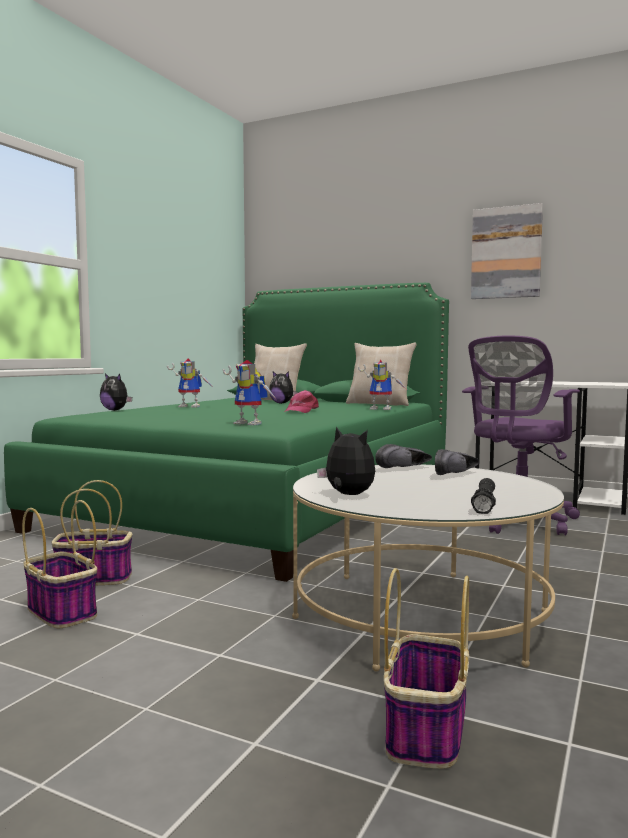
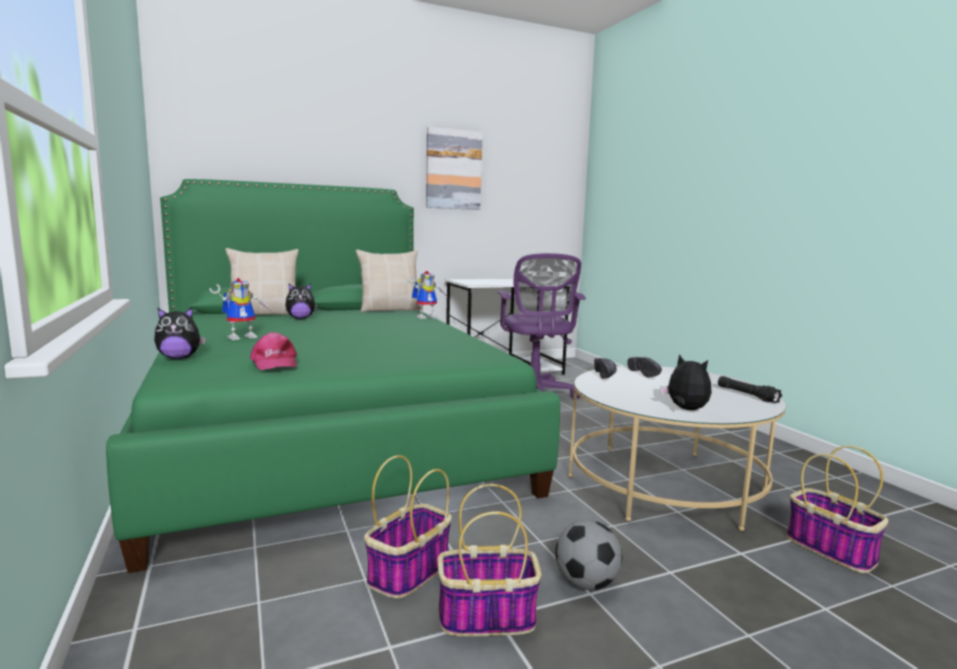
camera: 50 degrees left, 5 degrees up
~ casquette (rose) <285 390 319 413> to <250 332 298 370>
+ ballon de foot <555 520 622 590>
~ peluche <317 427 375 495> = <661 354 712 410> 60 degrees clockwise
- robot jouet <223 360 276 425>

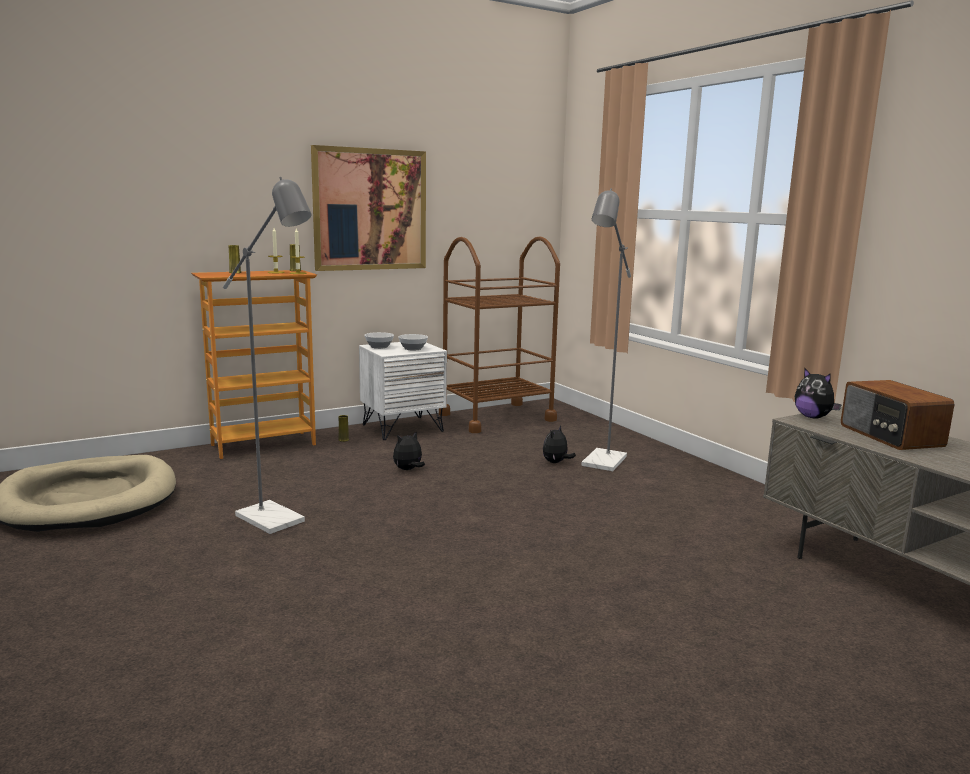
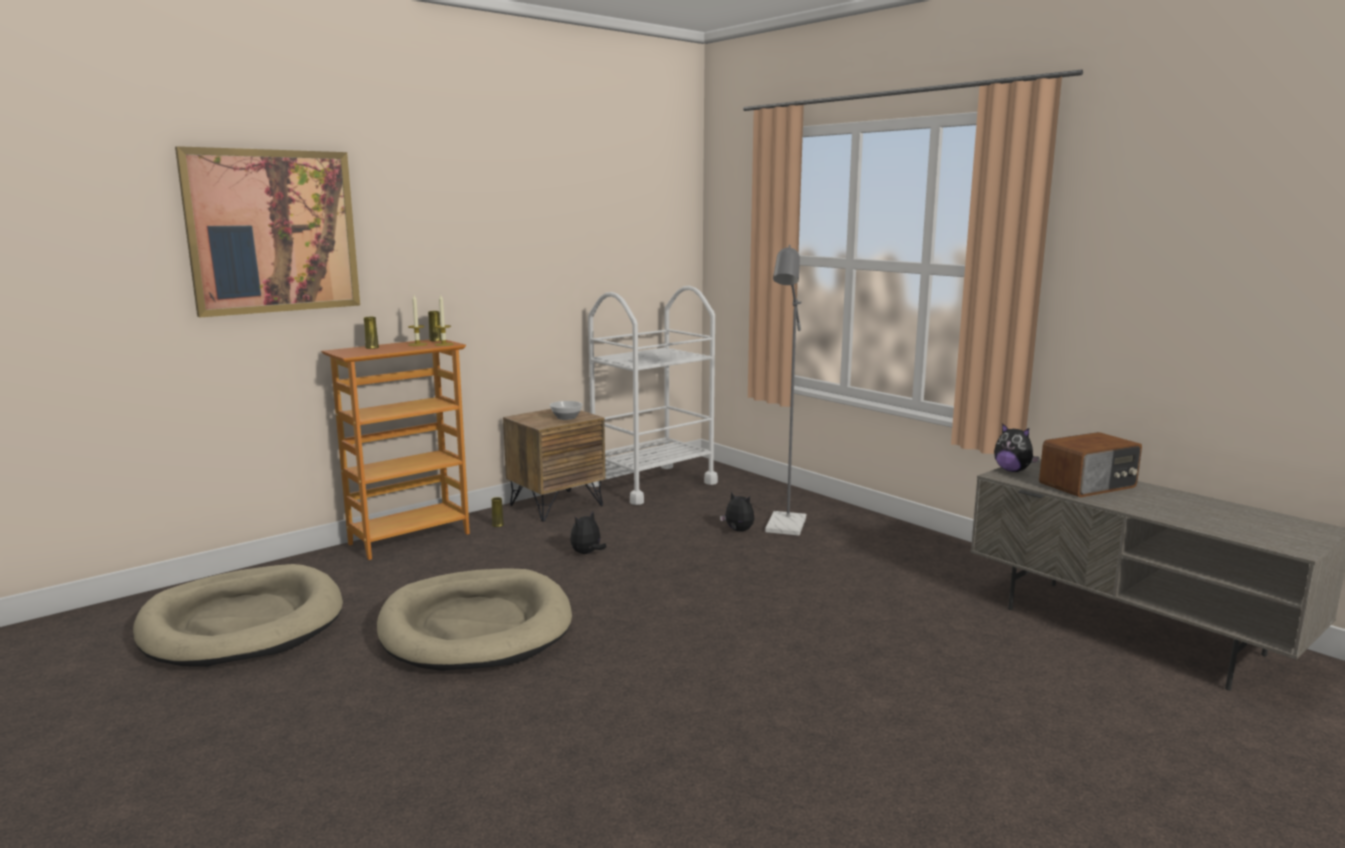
camera: 10 degrees left, 0 degrees up
~ tableau <311 145 426 271> to <175 146 360 317>
~ lampadaire (gris) <223 177 312 534> to panier pour chien (beige) <377 568 572 671>
~ table de chevet (blanc) <359 342 447 440> to table de chevet (marron) <503 409 606 521>
~ chariot (marron) <439 236 560 433> to chariot (blanc) <588 286 718 505>
~ peluche <543 425 576 463> = <720 492 754 532> 105 degrees clockwise
~ radio <841 380 955 450> = <1039 432 1142 497> 90 degrees counterclockwise
- bol <364 332 394 349>

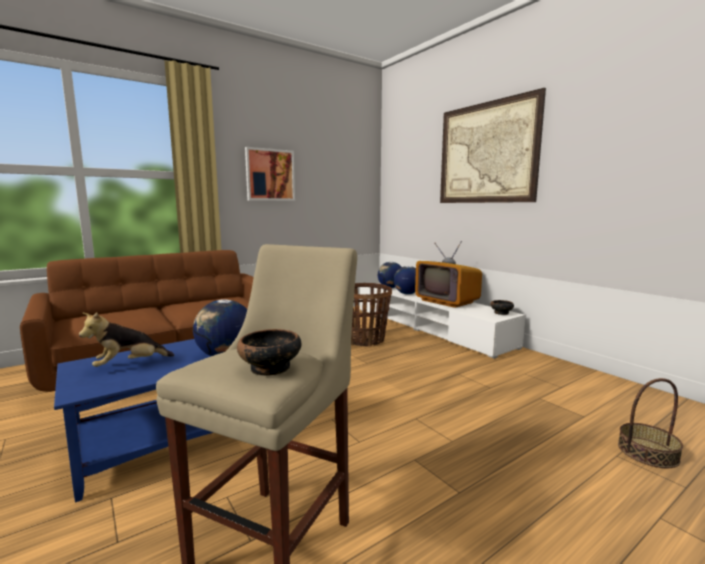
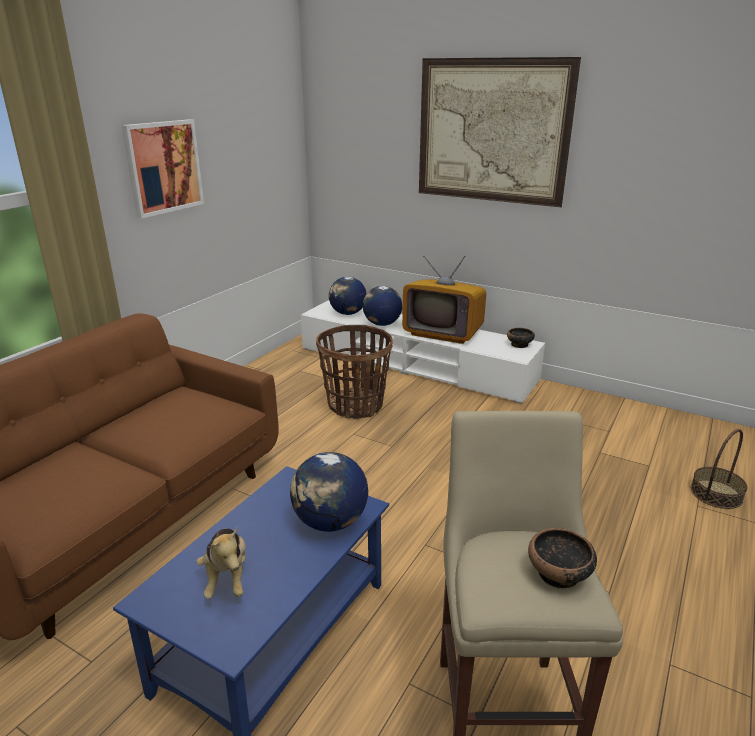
camera: 25 degrees left, 15 degrees up
~ peluche <79 312 174 367> = <196 528 246 599> 45 degrees counterclockwise

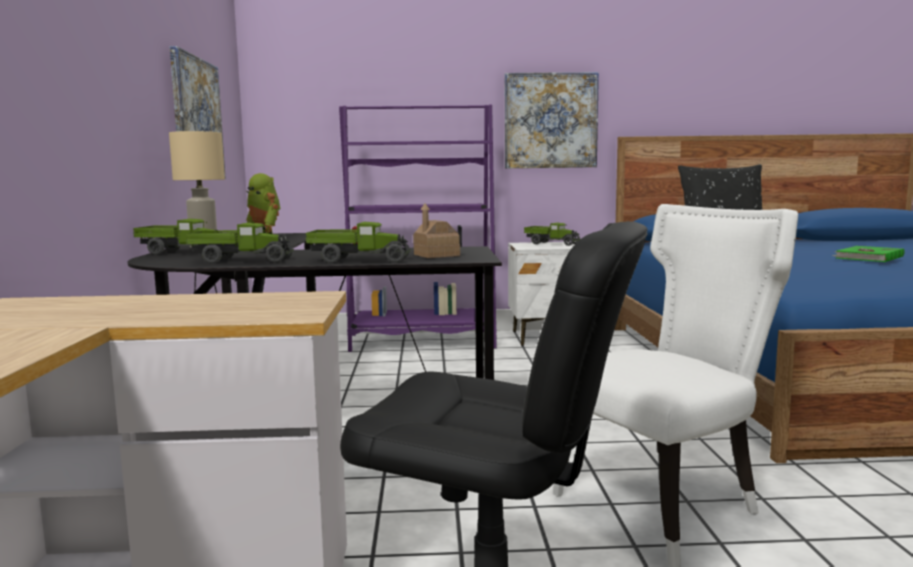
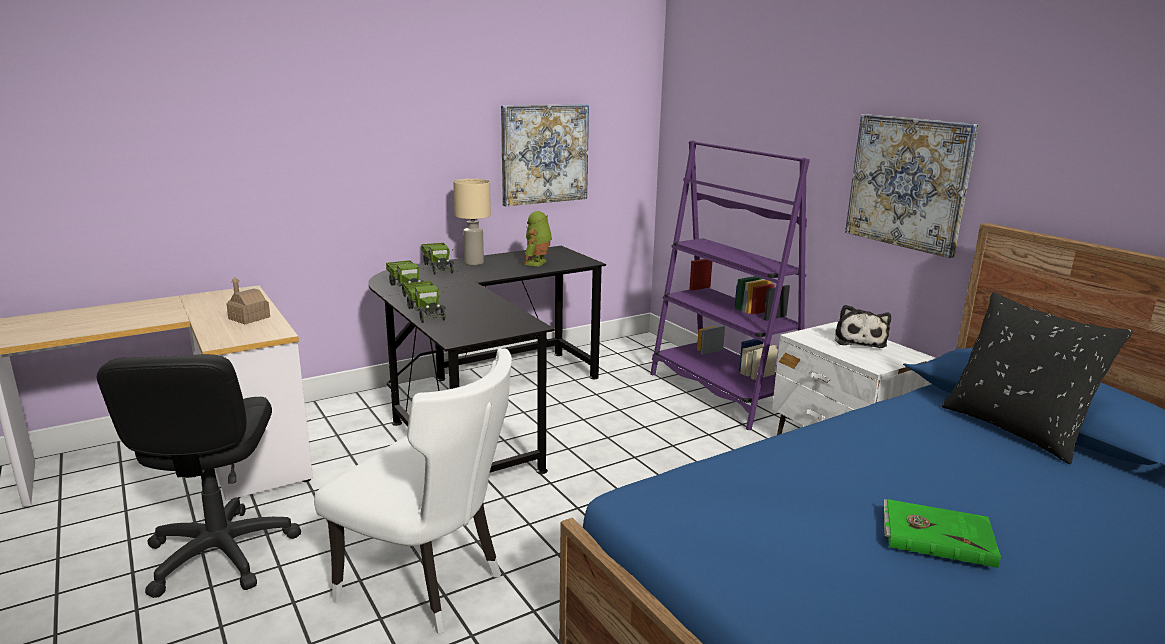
camera: 60 degrees right, 10 degrees up
~ maison miniature <413 204 460 258> to <227 277 270 324>
~ camion jouet <524 223 580 246> to peluche <835 305 891 348>

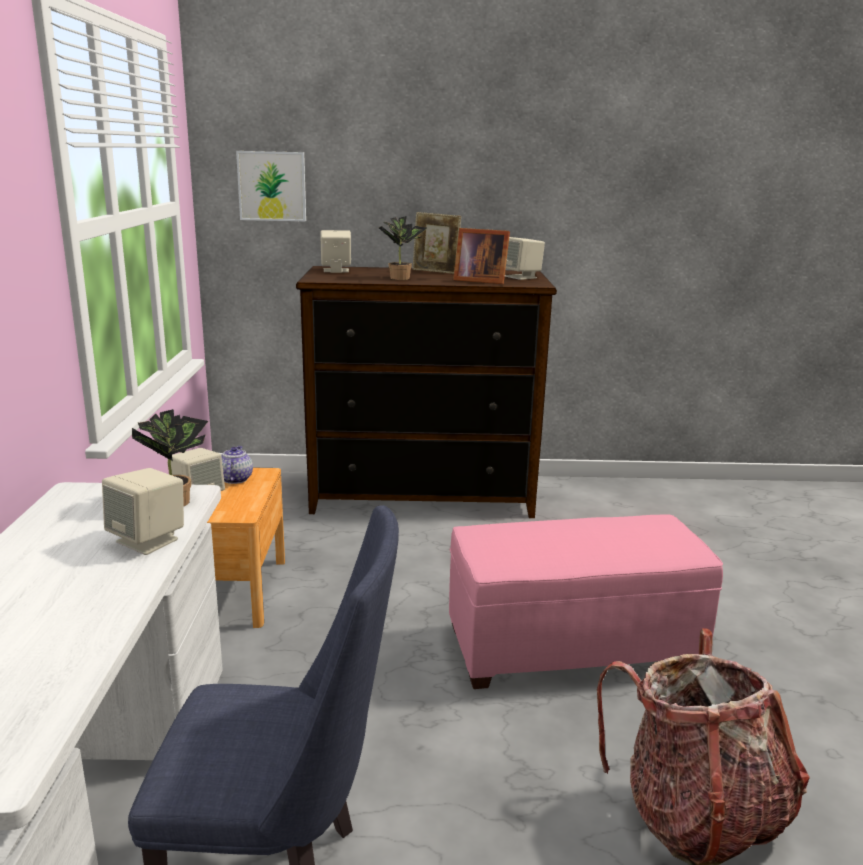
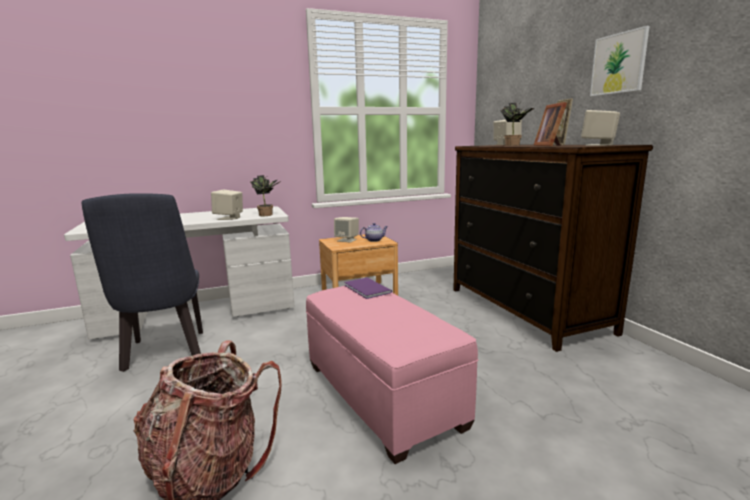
camera: 70 degrees right, 5 degrees down
+ livre (violet) <344 278 392 299>
~ tableau <236 151 306 222> to <590 26 650 96>

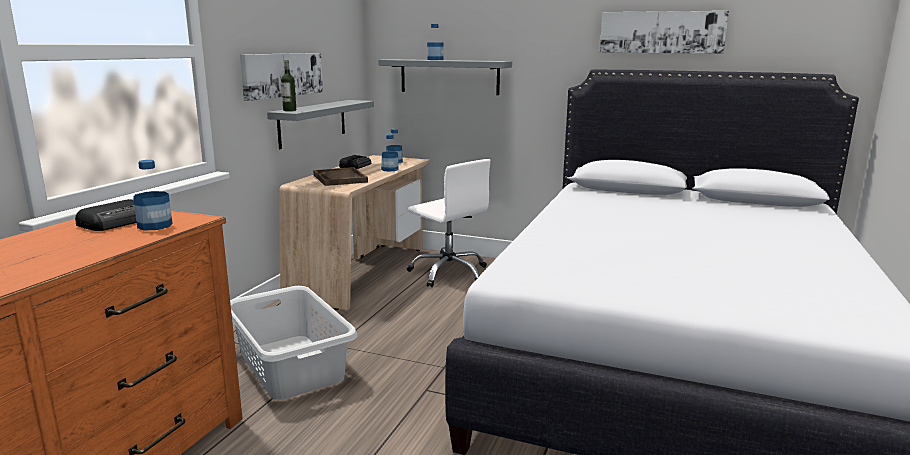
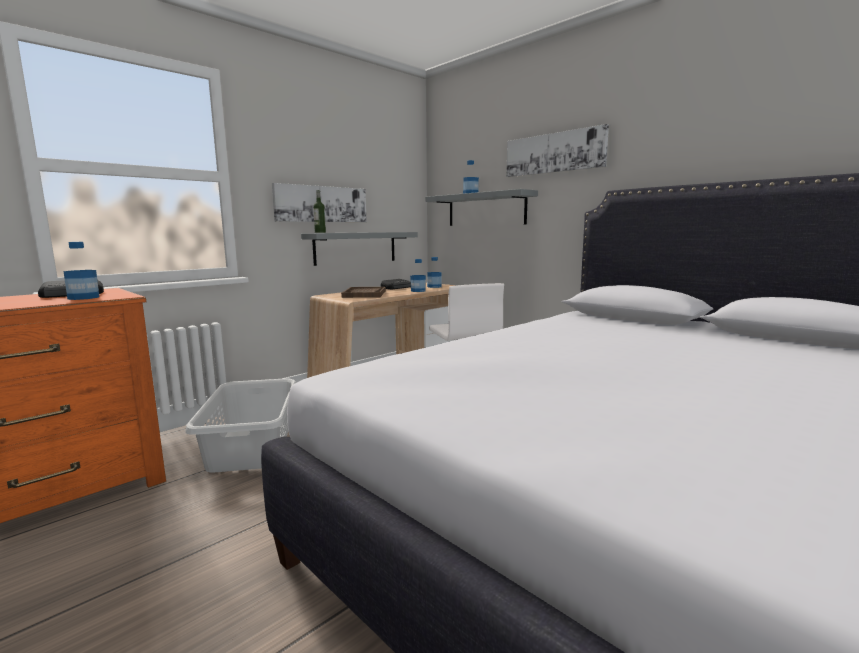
camera: 25 degrees right, 5 degrees down
~ tableau <600 11 729 54> to <506 124 609 177>

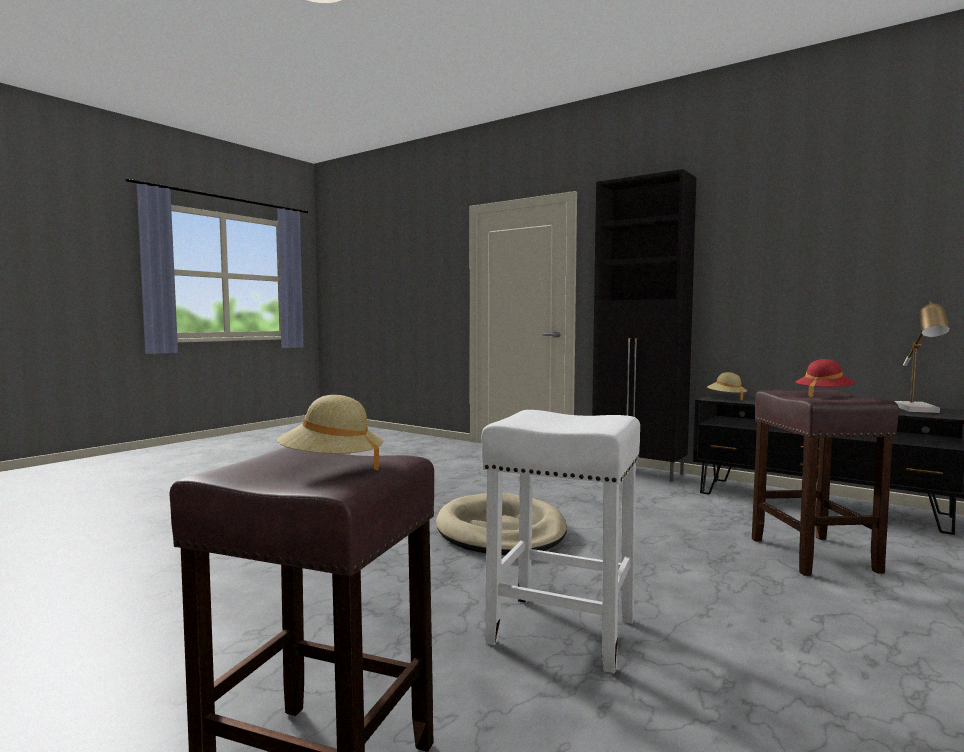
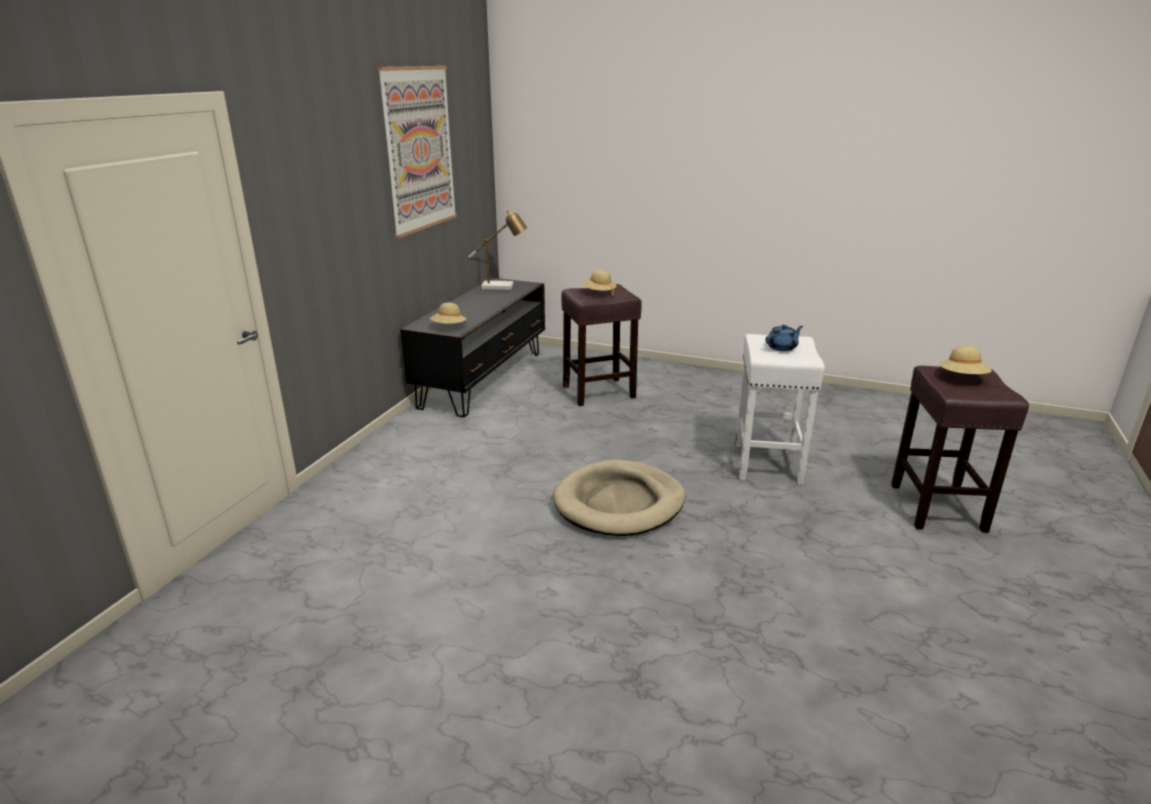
camera: 105 degrees left, 20 degrees up
+ tableau <377 66 457 238>
~ chapeau (rouge) <796 359 855 397> to chapeau (beige) <582 269 616 296>
+ théière (bleu) <765 325 803 351>
- meuble de rangement (noir) <592 169 696 482>

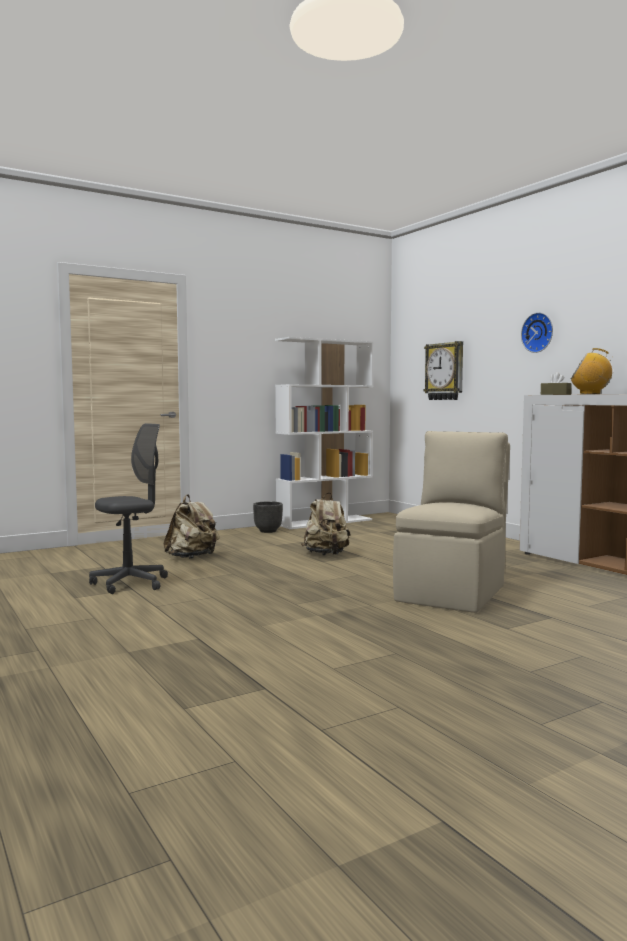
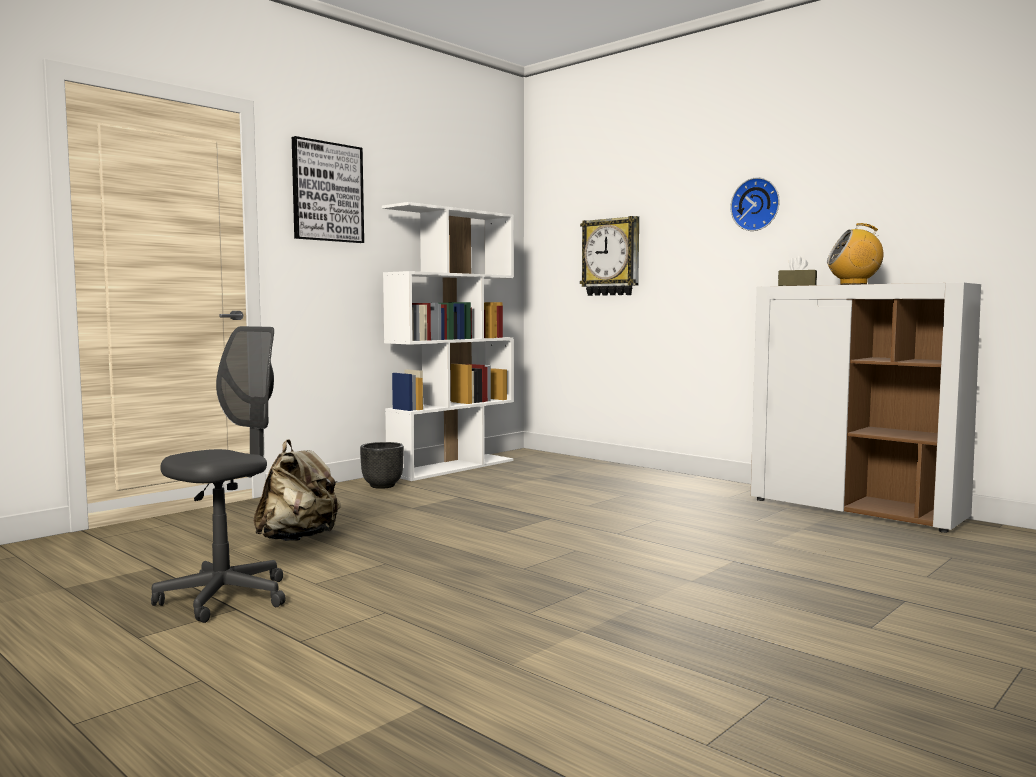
camera: 15 degrees left, 0 degrees up
+ tableau <292 136 364 243>
- sac à dos (beige) <301 492 351 555>
- chaise (beige) <393 431 510 613>

